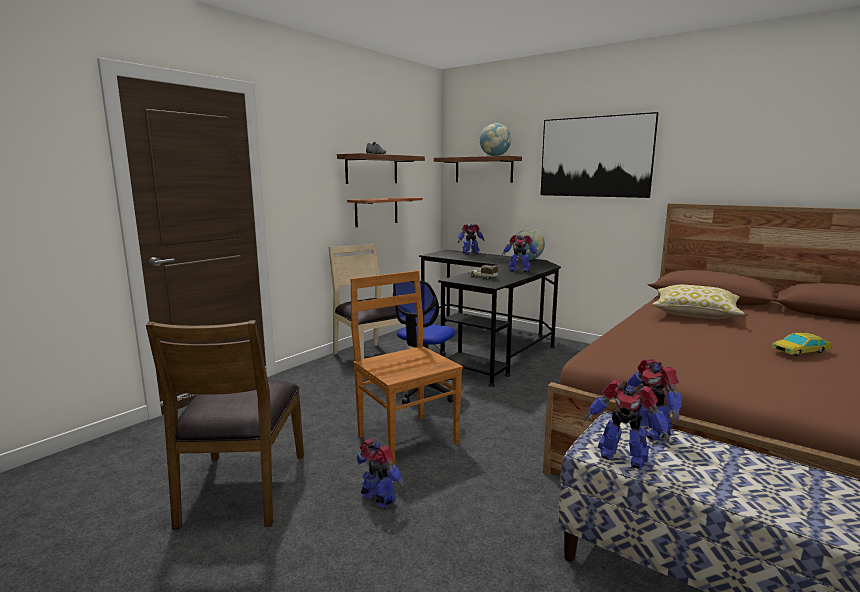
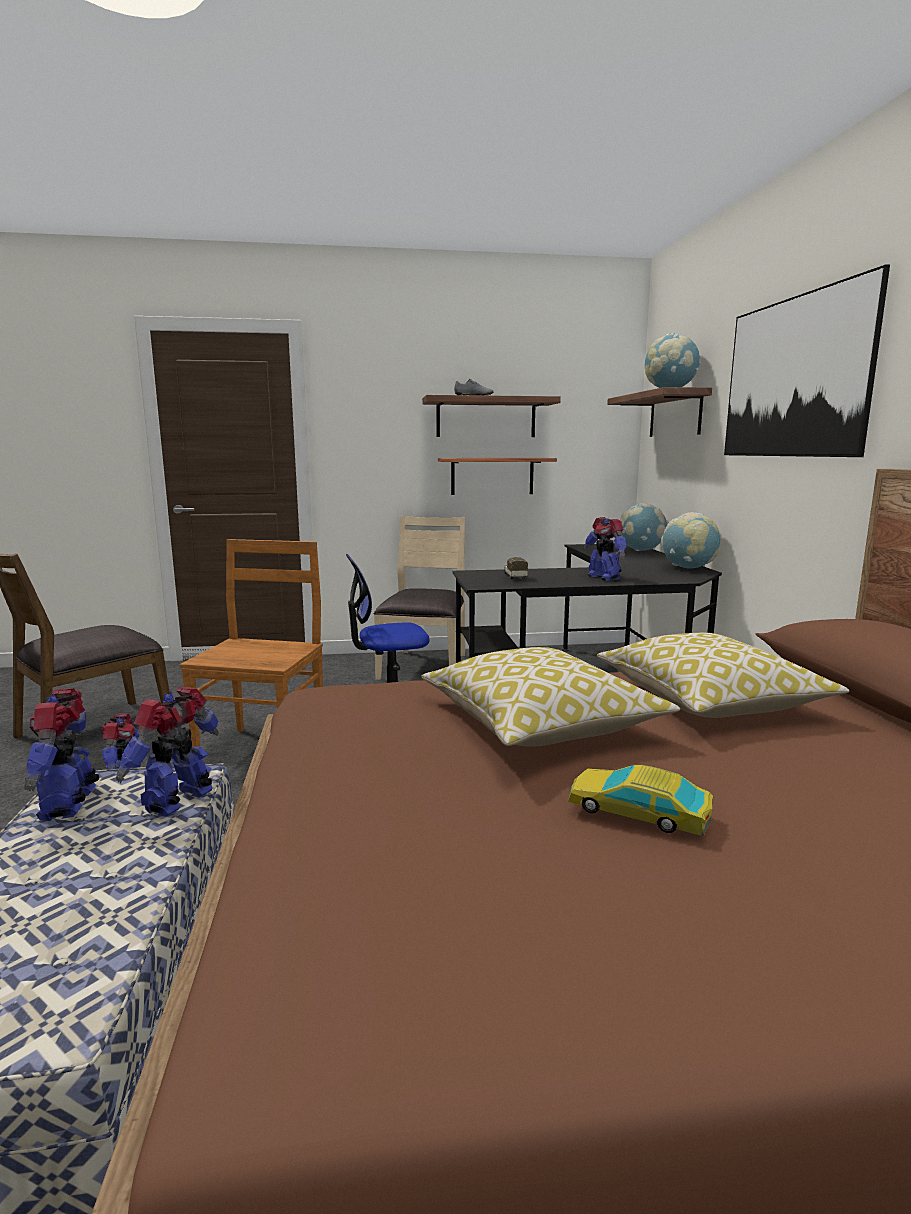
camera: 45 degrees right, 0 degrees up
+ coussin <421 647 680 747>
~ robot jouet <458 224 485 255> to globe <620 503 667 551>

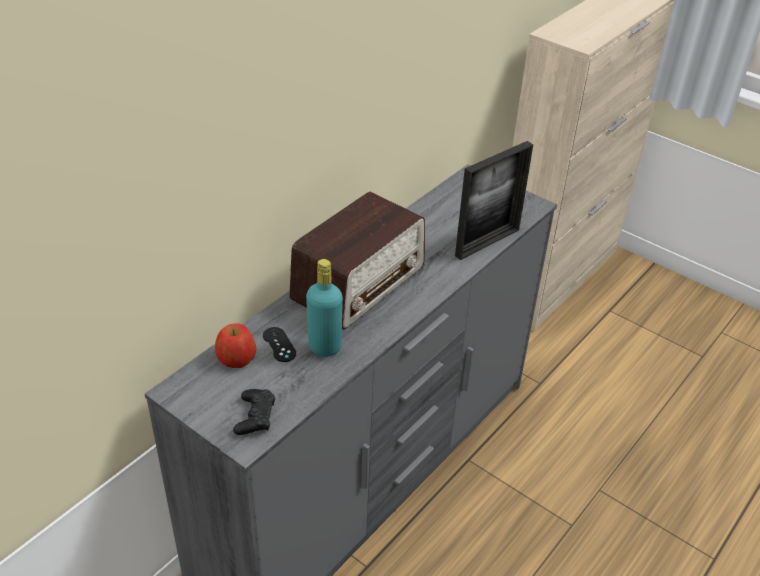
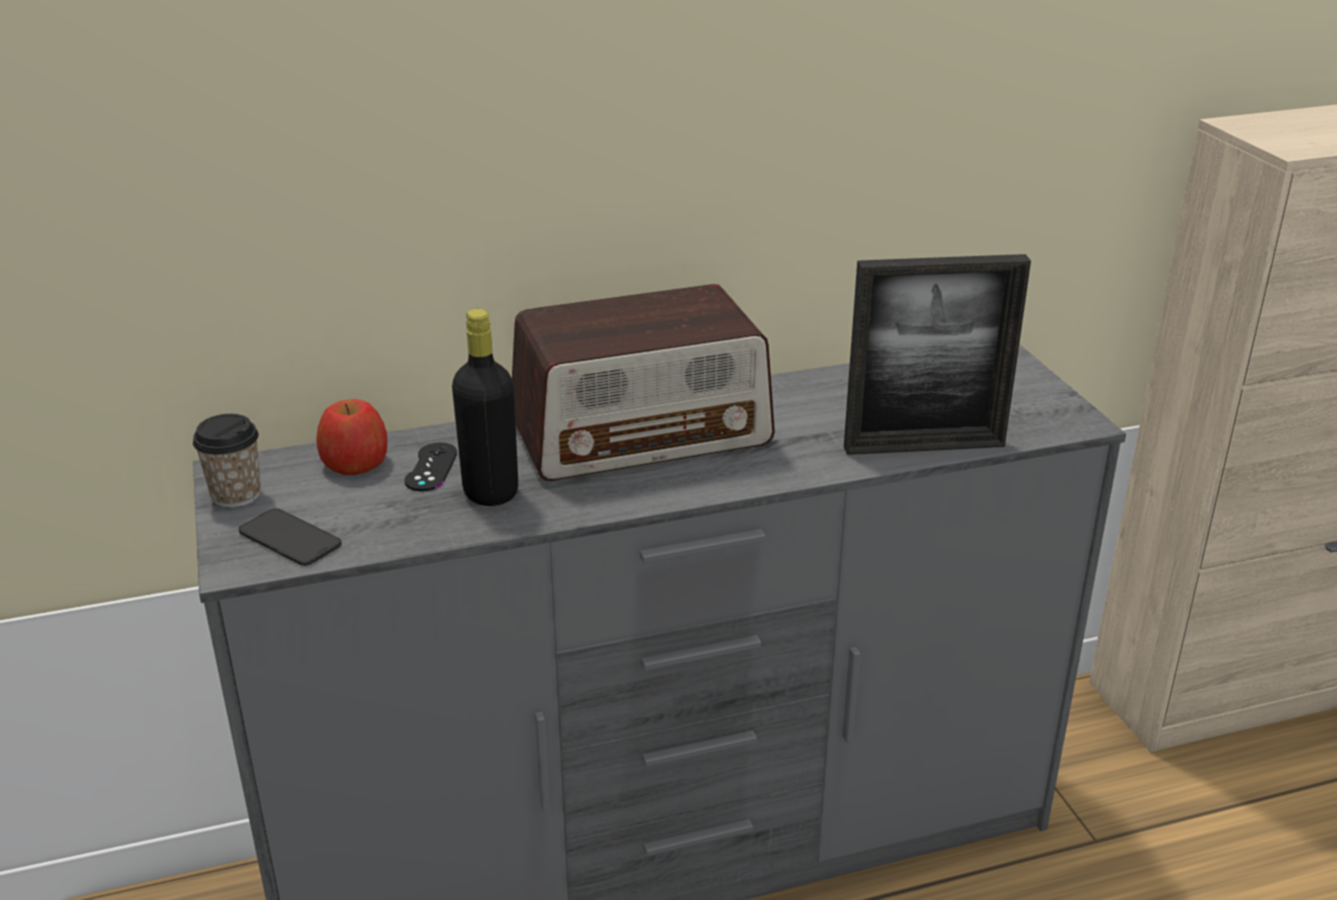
camera: 35 degrees right, 10 degrees down
+ tasse <193 414 261 508>
~ manette (noir) <233 389 275 435> to téléphone <238 508 342 566>
~ bouteille (turquoise) <306 259 343 357> to bouteille (noir) <452 309 518 506>

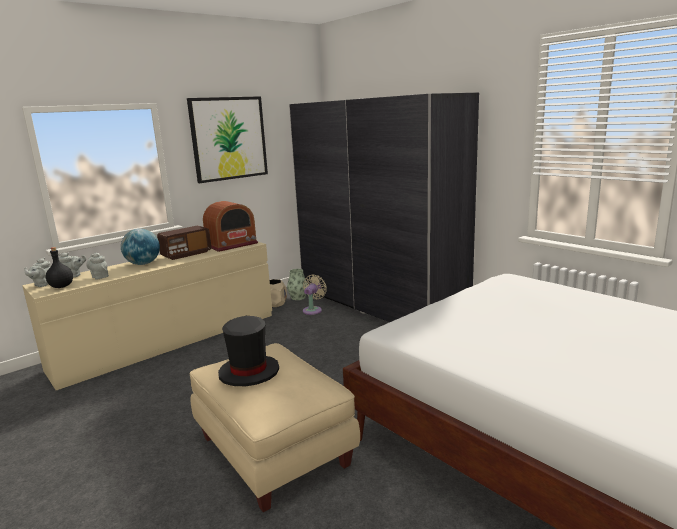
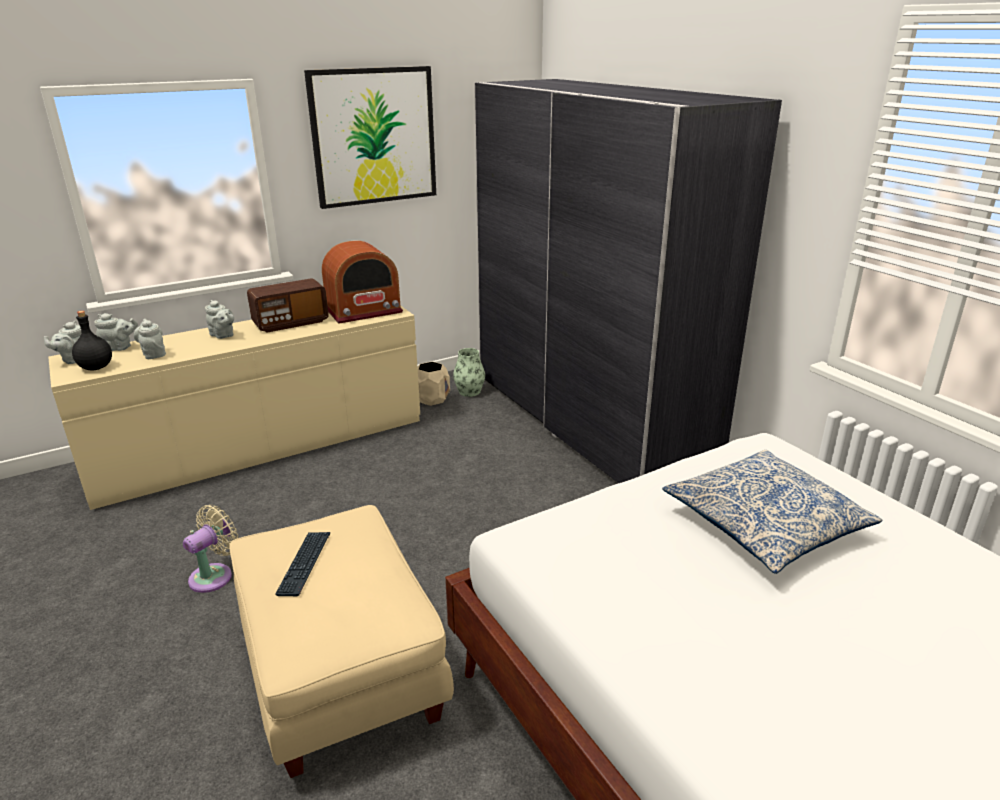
camera: 10 degrees right, 10 degrees up
~ ventilateur (beige) <303 275 327 315> to <183 505 238 593>
~ globe <121 229 160 265> to théière (gris) <205 300 234 339>
~ chapeau (noir) <218 316 279 386> to clavier <275 532 330 596>
+ coussin <662 450 882 574>

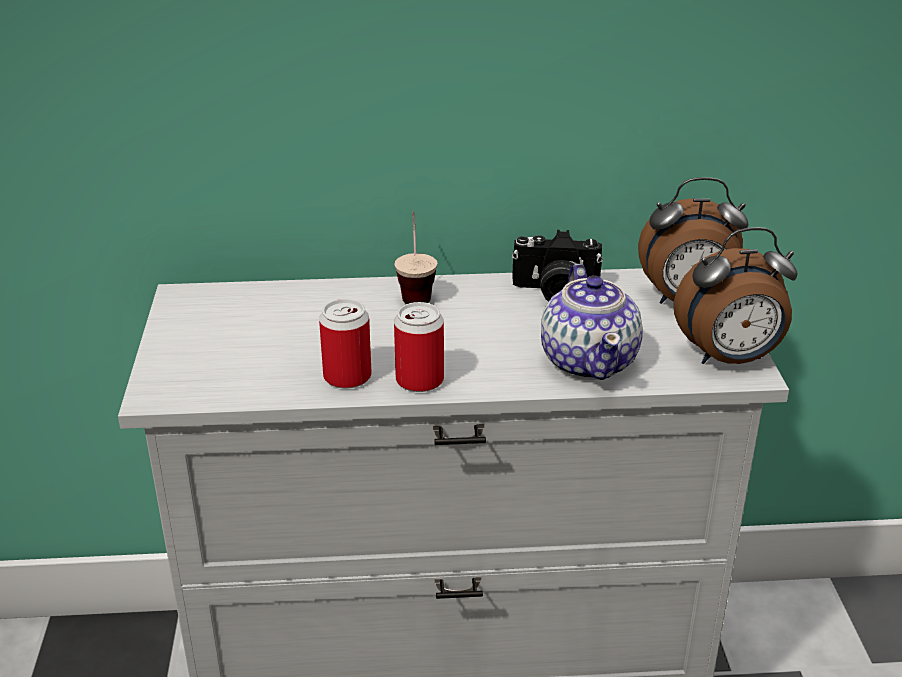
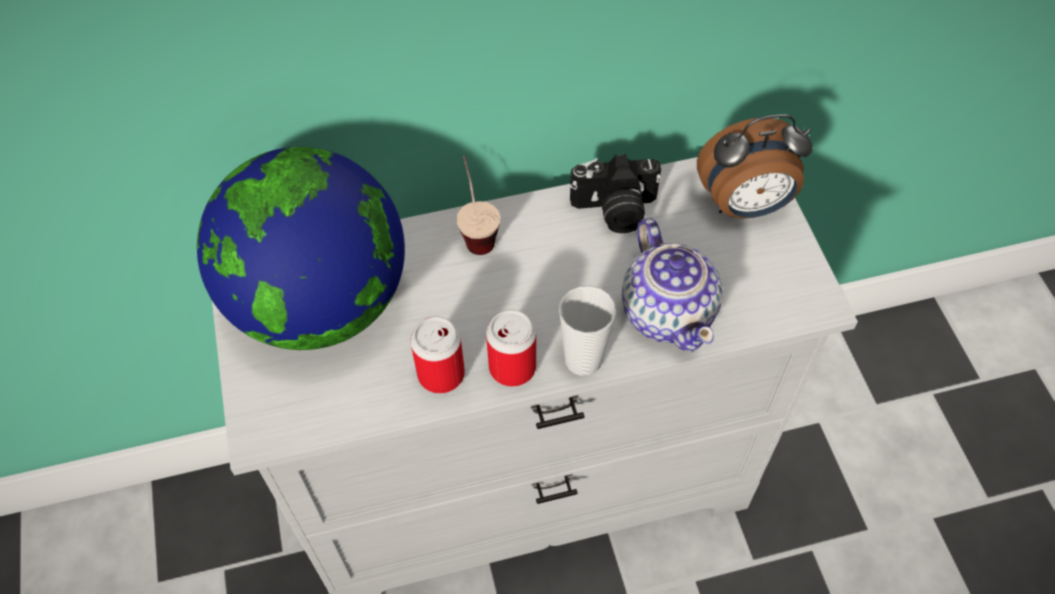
camera: 10 degrees left, 25 degrees up
+ globe <197 147 405 350>
+ tasse <559 285 616 376>
- réveil <674 227 798 364>

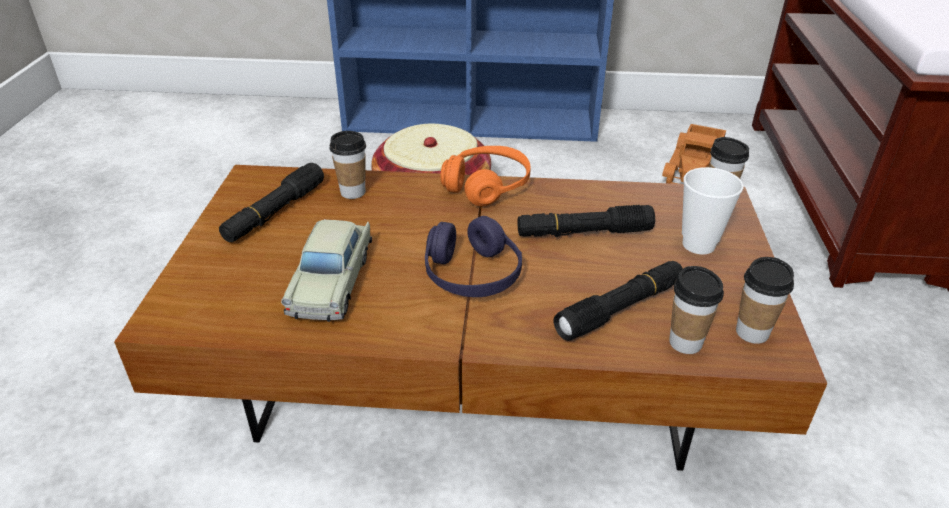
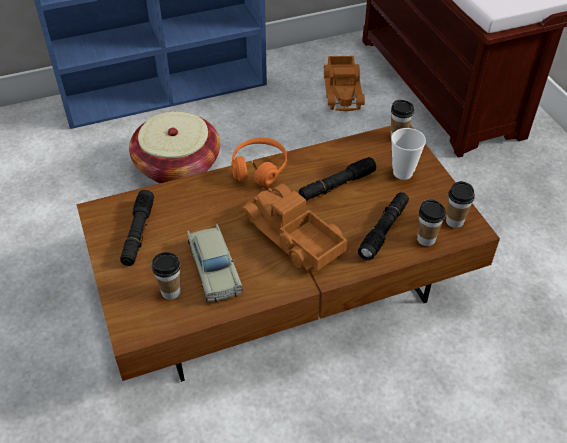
camera: 25 degrees left, 10 degrees up
~ tasse <330 131 366 199> to <152 252 181 300>
~ casque audio (violet) <425 216 522 297> to camion jouet <241 184 347 271>

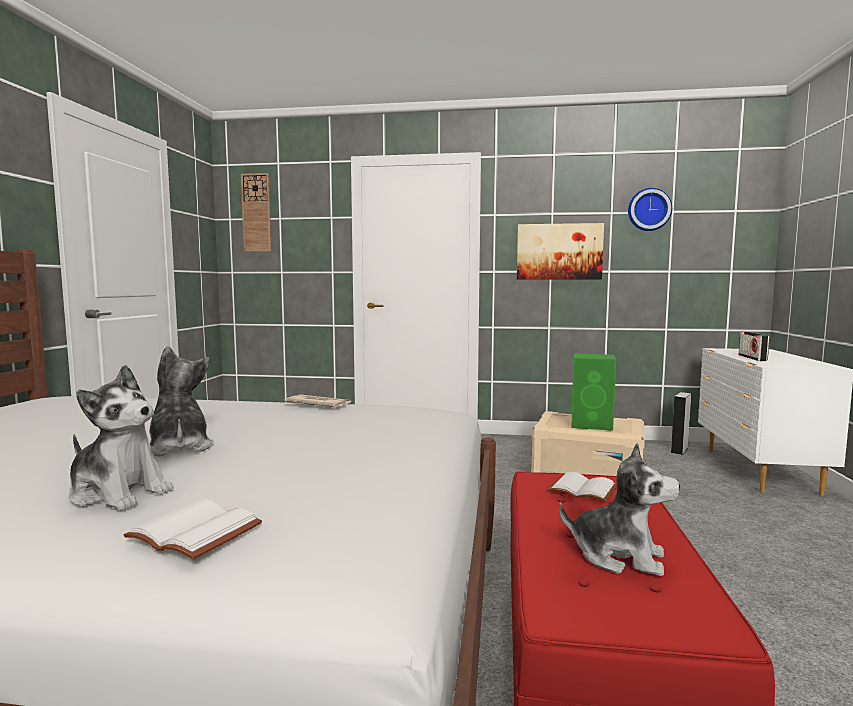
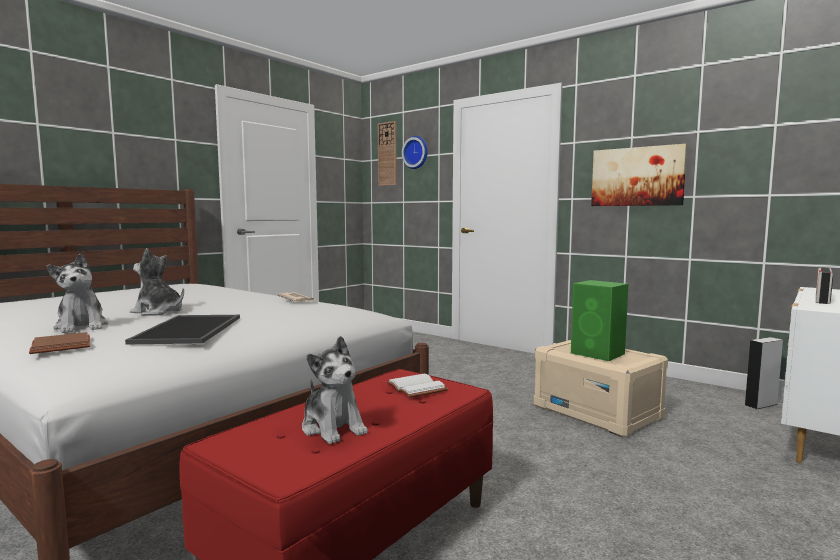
camera: 30 degrees right, 0 degrees up
~ livre (blanc) <124 499 262 560> to livre (marron) <29 332 90 354>
+ plateau <125 315 240 344>
~ peluche <149 346 214 457> = <130 248 184 316> 75 degrees counterclockwise
~ horloge murale <628 188 672 231> to <402 136 428 169>

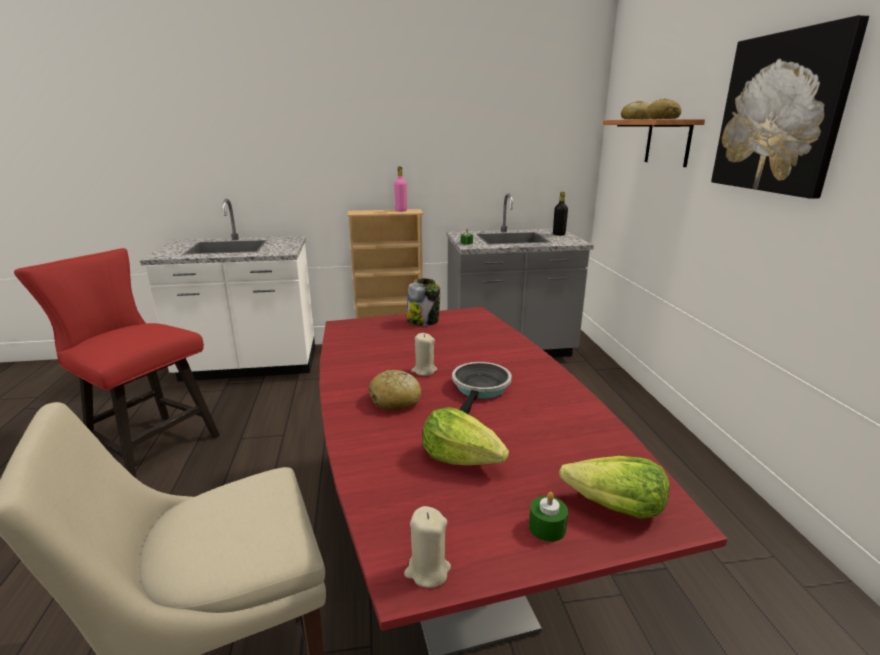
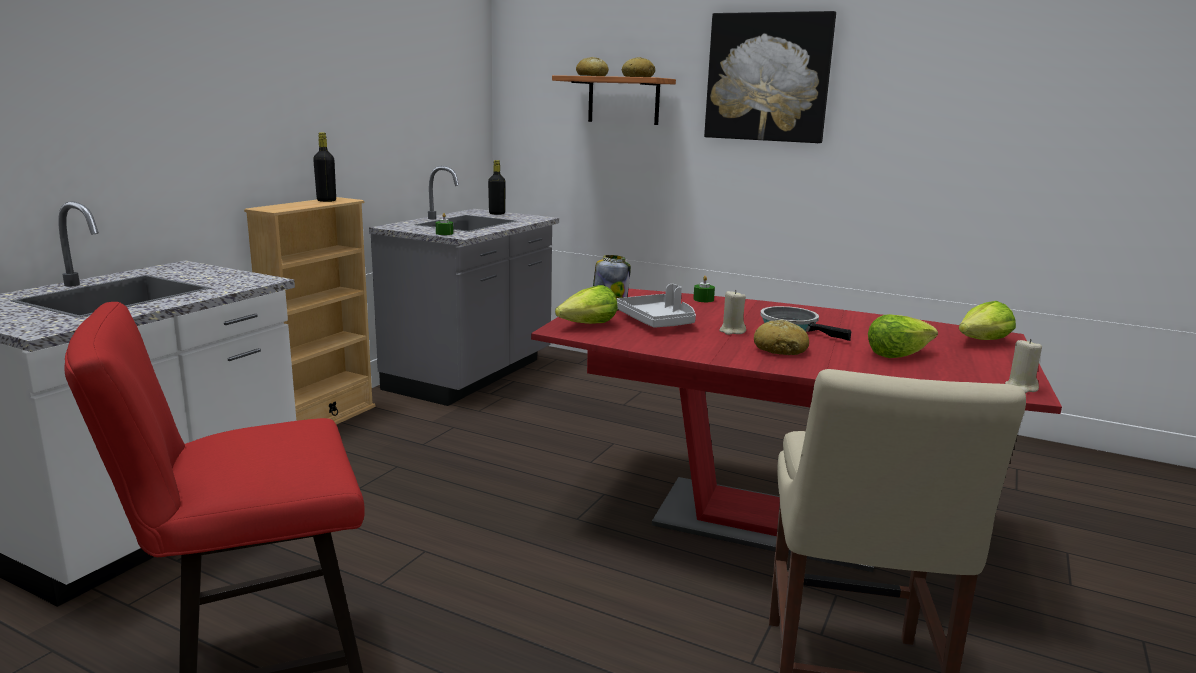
camera: 55 degrees left, 5 degrees down
~ bouteille (rose) <394 166 407 212> to bouteille (noir) <313 132 336 202>
+ laitue <555 285 618 324>
+ plateau (gris) <617 284 696 328>
~ bougie (vert) <529 492 568 542> to <693 276 715 302>

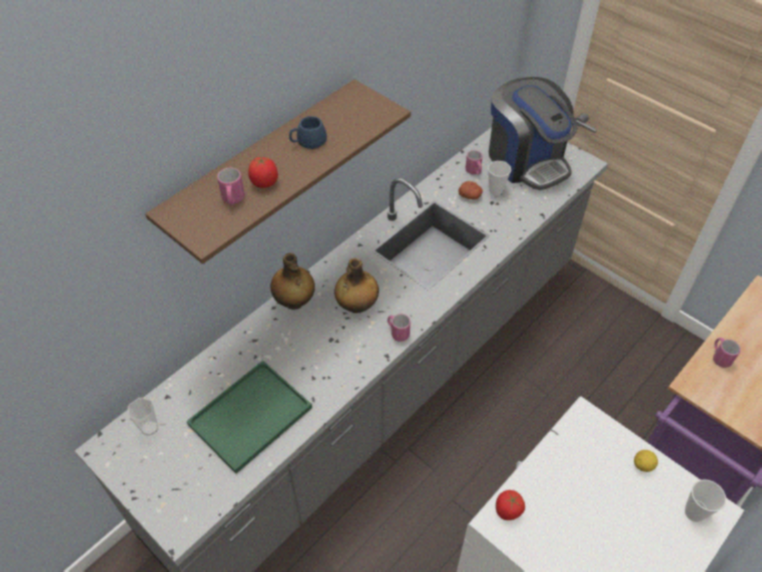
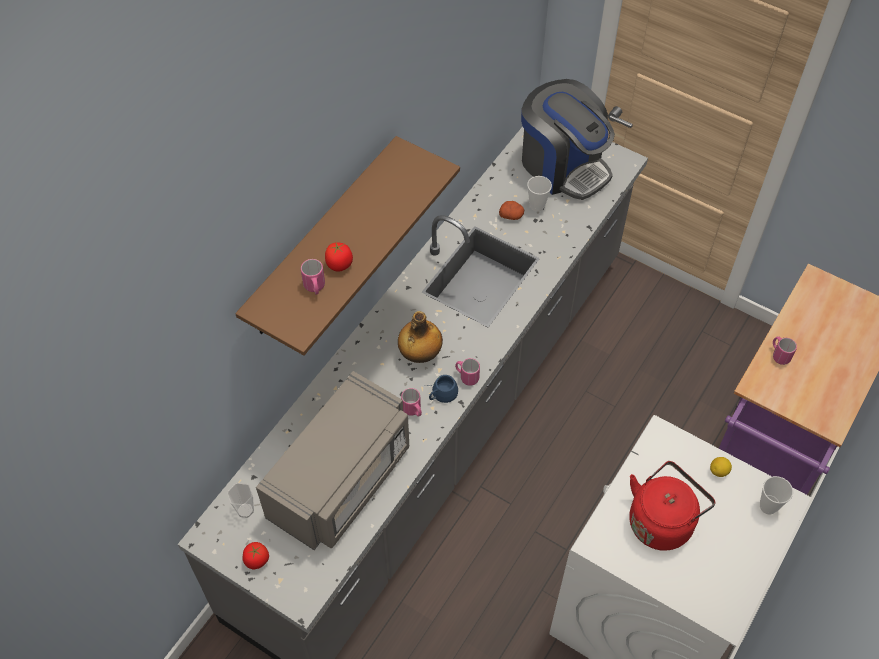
camera: 10 degrees left, 5 degrees up
~ tomate <496 490 525 520> to <243 542 269 569>
~ plateau (vert) <186 361 312 474> to micro-ondes (gris) <256 371 409 550>
~ mug (rose) <465 150 483 175> to <401 388 422 417>
~ mug (bleu) <289 116 327 149> to <427 375 458 403>
+ bouilloire (rouge) <629 461 715 551>
- bouteille <271 253 315 310>

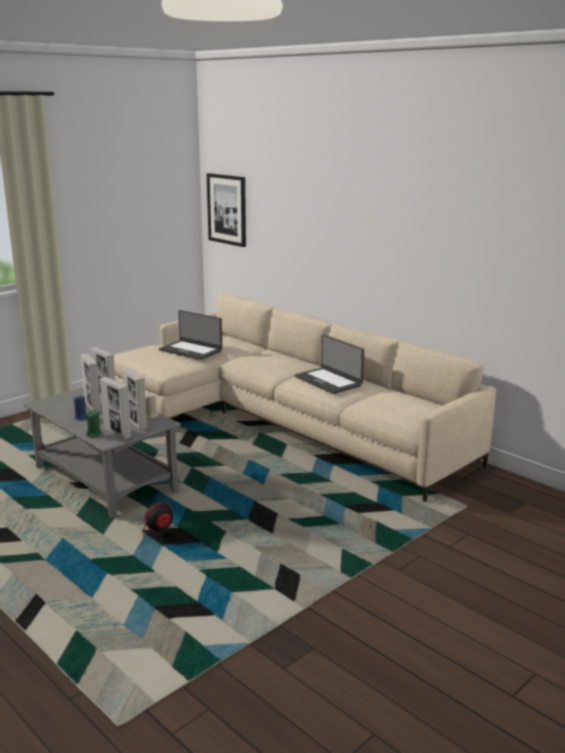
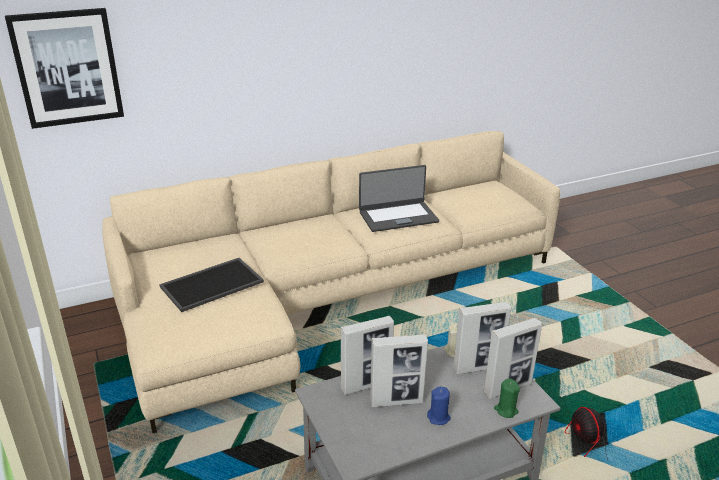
camera: 70 degrees left, 10 degrees up
~ ordinateur portable <159 310 222 360> to plateau <159 258 264 312>

